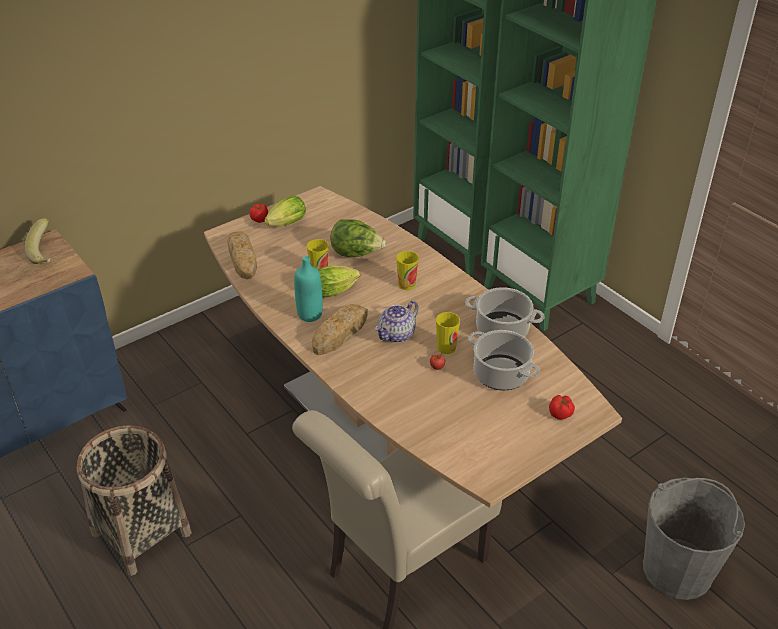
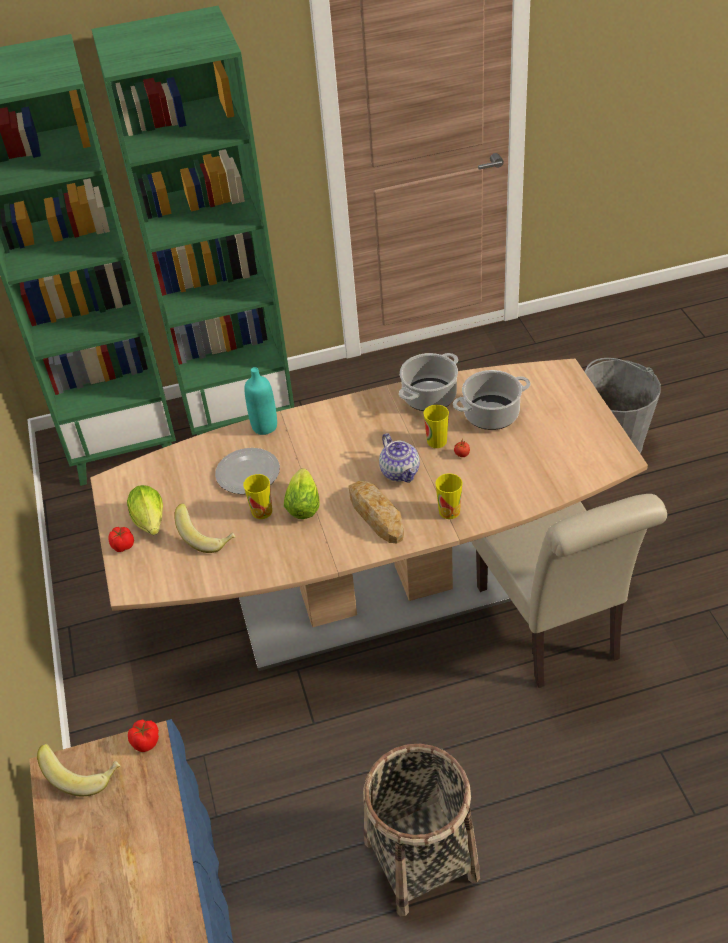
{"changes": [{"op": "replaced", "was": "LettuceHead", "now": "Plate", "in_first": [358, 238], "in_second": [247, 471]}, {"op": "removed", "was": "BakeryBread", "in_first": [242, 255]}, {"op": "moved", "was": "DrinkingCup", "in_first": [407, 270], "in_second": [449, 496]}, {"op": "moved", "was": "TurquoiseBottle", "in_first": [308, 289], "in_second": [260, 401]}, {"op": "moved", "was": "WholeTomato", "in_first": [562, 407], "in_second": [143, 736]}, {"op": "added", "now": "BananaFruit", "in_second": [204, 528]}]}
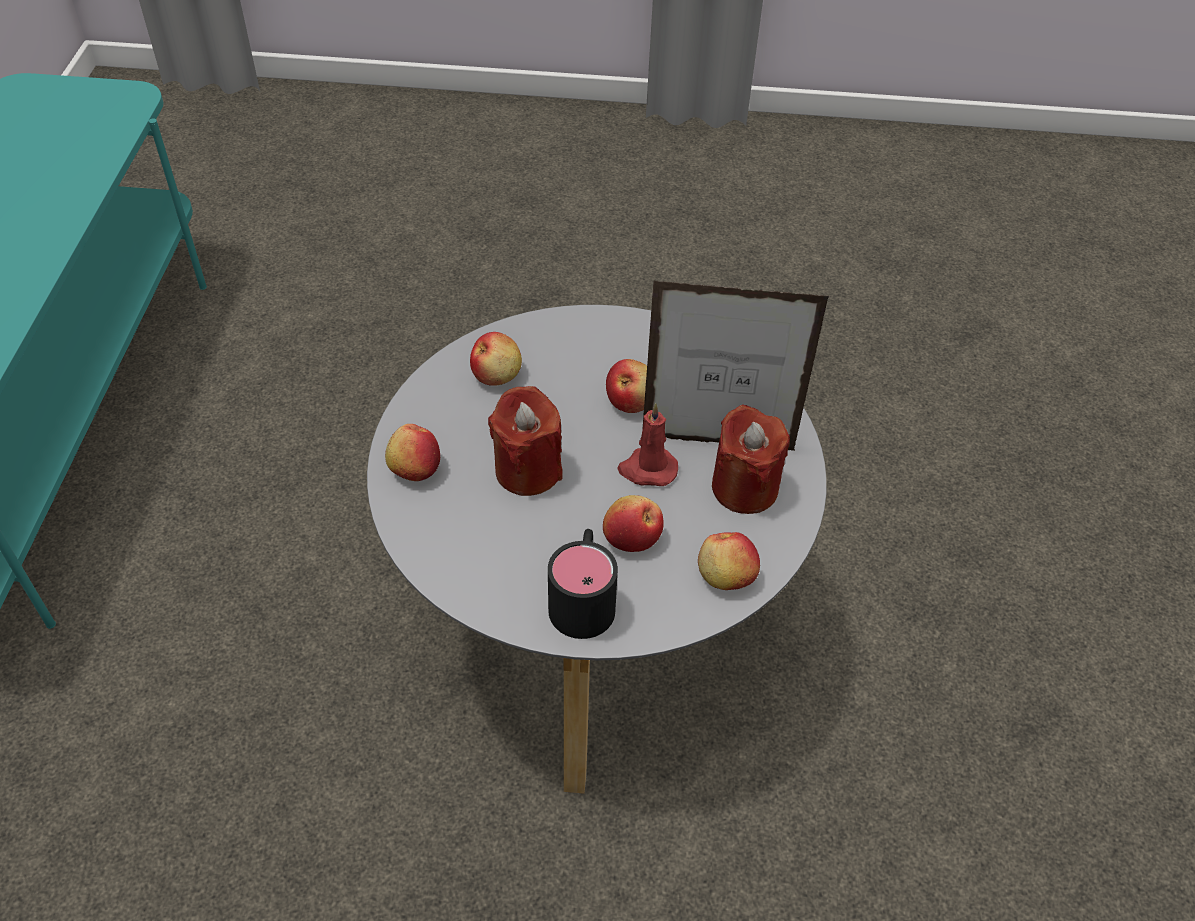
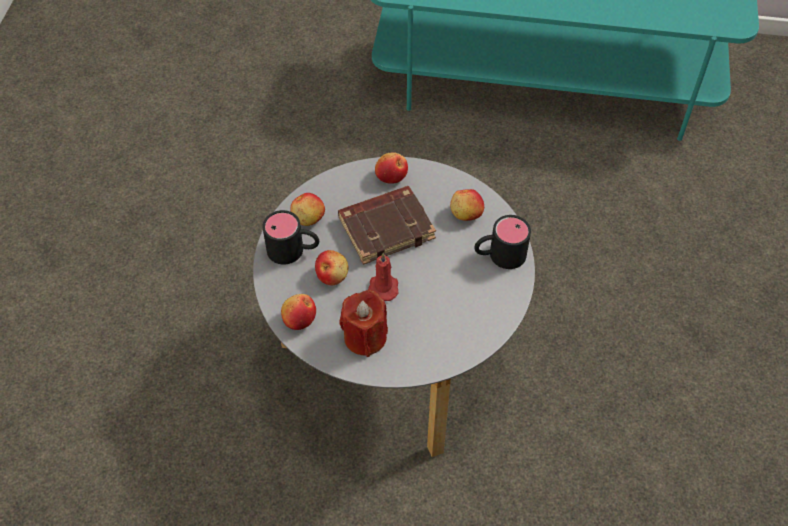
{"changes": [{"op": "removed", "was": "PictureFrame", "in_first": [735, 366]}, {"op": "moved", "was": "AppleFruit", "in_first": [626, 386], "in_second": [307, 209]}, {"op": "replaced", "was": "RedColouredWaxLight", "now": "BrownishVolume", "in_first": [525, 441], "in_second": [387, 225]}, {"op": "added", "now": "BlackishTeaMug", "in_second": [502, 242]}]}
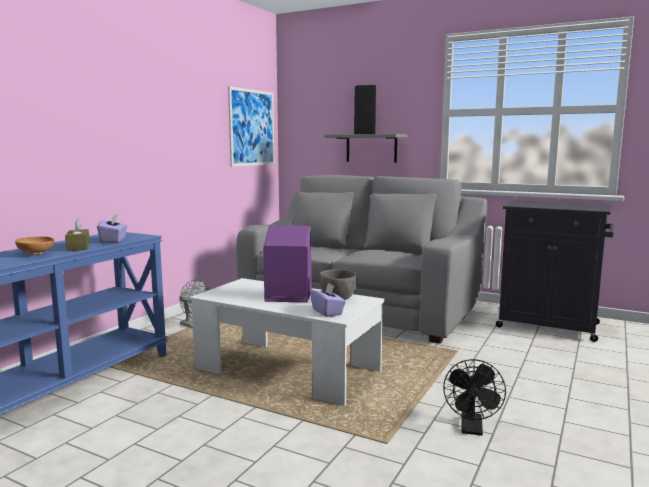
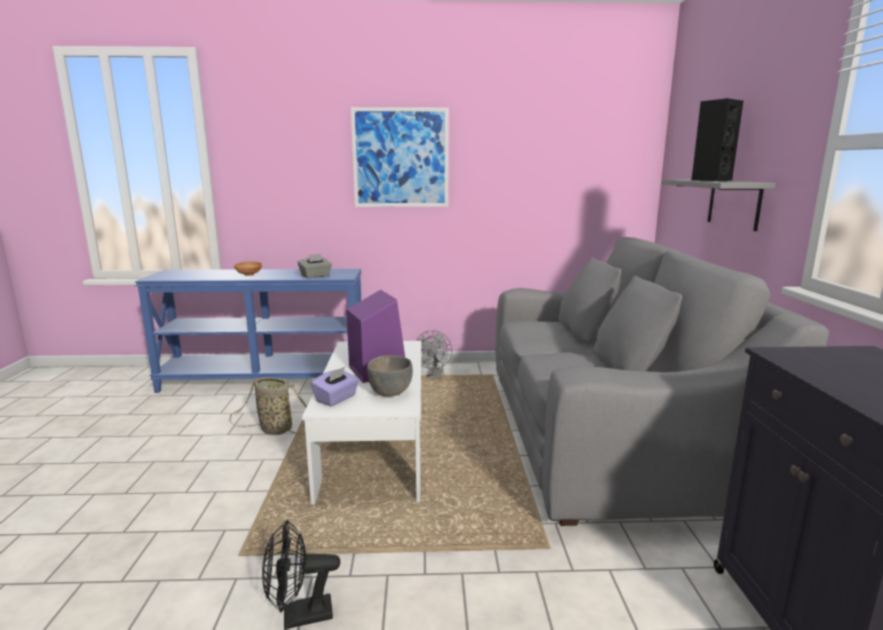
{"changes": [{"op": "moved", "was": "Picture", "in_first": [251, 126], "in_second": [400, 157]}, {"op": "recoloured", "was": "PurpleColouredTissueHolder", "now": "GrayTissueHolder", "in_first": [112, 228], "in_second": [315, 265]}, {"op": "removed", "was": "BrownishTissueHolder", "in_first": [77, 234]}, {"op": "added", "now": "HouseholdBasket", "in_second": [268, 406]}]}
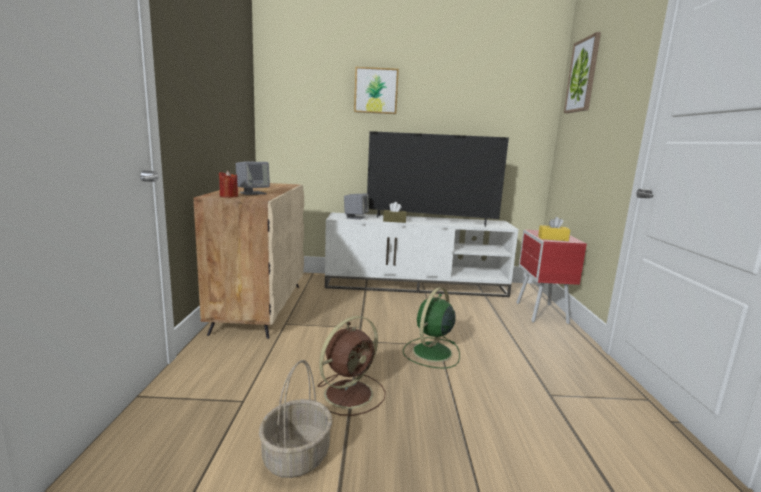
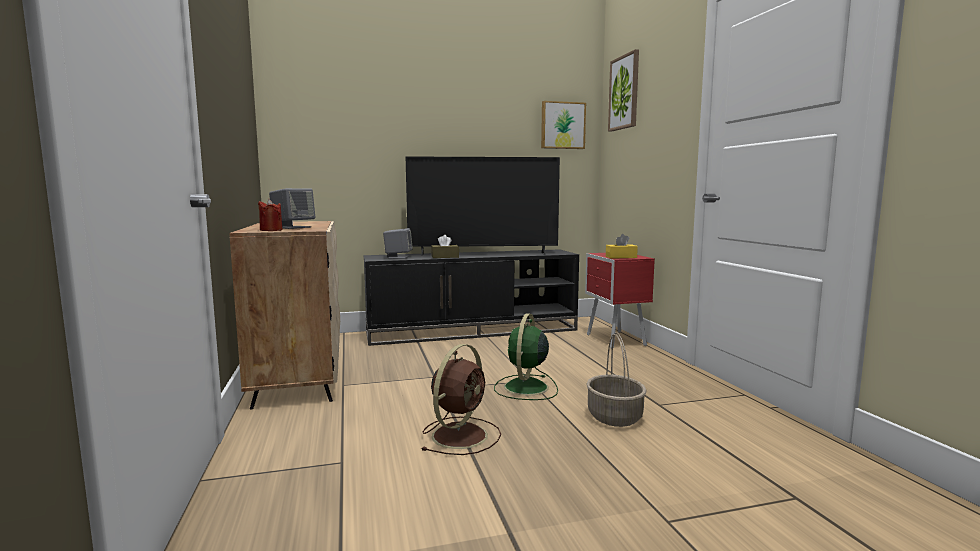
{"changes": [{"op": "moved", "was": "Picture", "in_first": [376, 90], "in_second": [563, 125]}, {"op": "recoloured", "was": "WhitishTvUnit", "now": "BlackishTvUnit", "in_first": [422, 254], "in_second": [471, 297]}, {"op": "moved", "was": "HouseholdBasket", "in_first": [295, 419], "in_second": [616, 379]}]}
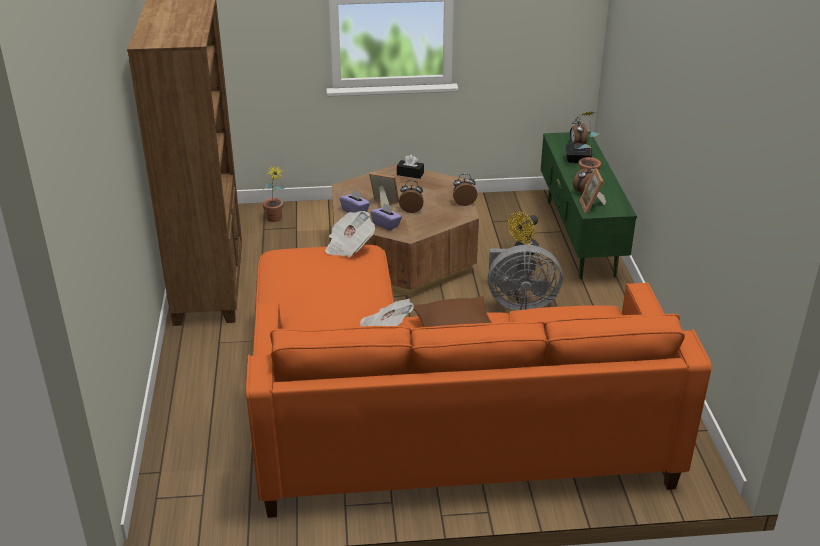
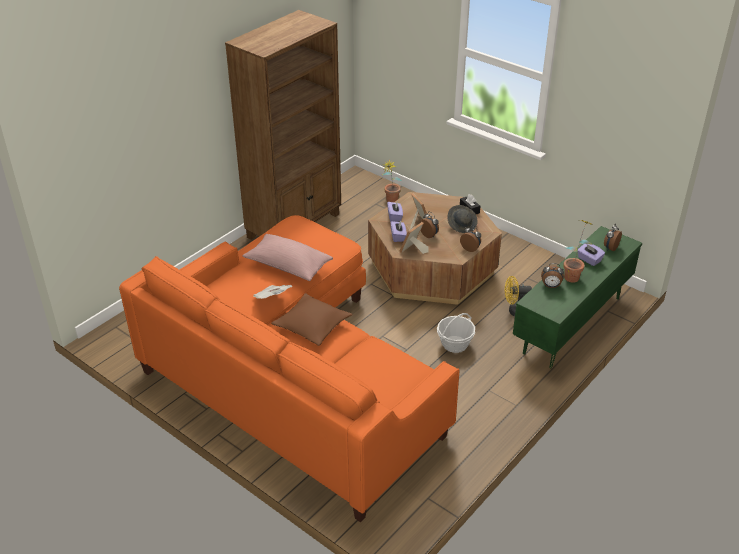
{"changes": [{"op": "recoloured", "was": "BlackishTissueHolder", "now": "PurpleColouredTissueHolder", "in_first": [578, 153], "in_second": [591, 255]}, {"op": "moved", "was": "PictureFrame", "in_first": [592, 191], "in_second": [414, 238]}, {"op": "removed", "was": "PrintedPaper", "in_first": [350, 234]}, {"op": "replaced", "was": "GrayCoolingFan", "now": "HouseholdBasket", "in_first": [525, 278], "in_second": [456, 333]}, {"op": "added", "now": "GrayHat", "in_second": [462, 219]}, {"op": "added", "now": "PinkThrowPillow", "in_second": [287, 257]}]}
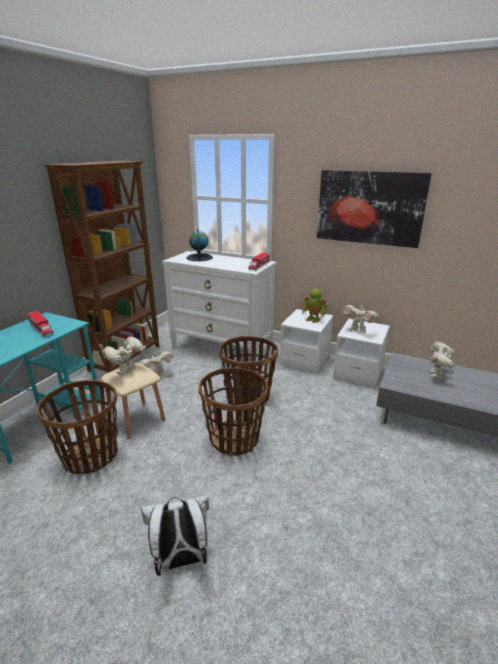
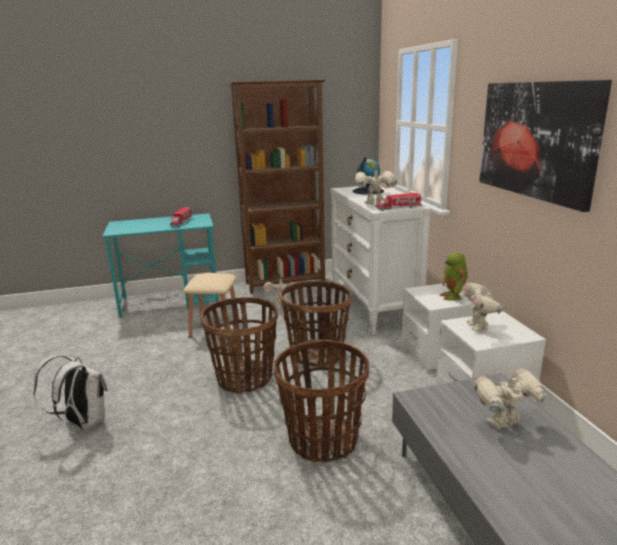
{"changes": [{"op": "moved", "was": "ModelRobot", "in_first": [124, 356], "in_second": [376, 186]}, {"op": "moved", "was": "HouseholdBasket", "in_first": [77, 427], "in_second": [321, 401]}]}
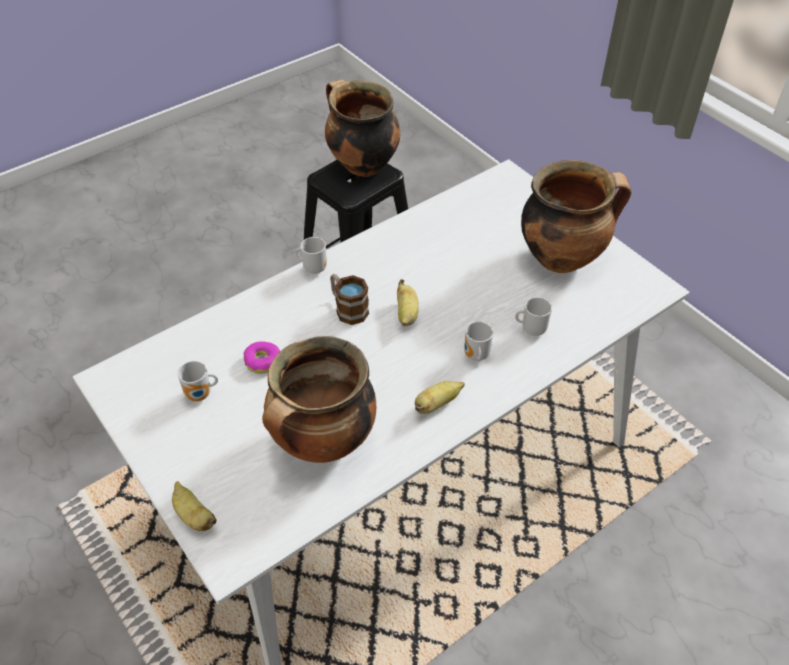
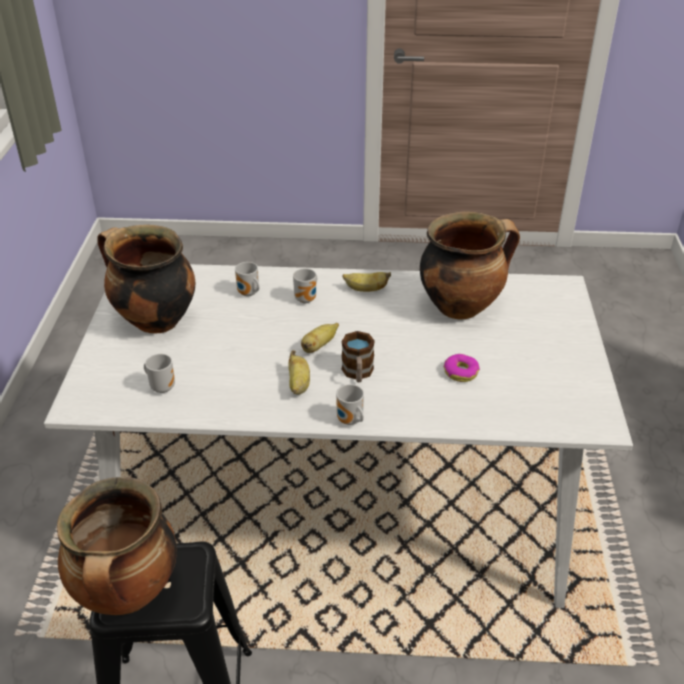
{"changes": [{"op": "moved", "was": "TeaMug", "in_first": [198, 381], "in_second": [159, 373]}, {"op": "moved", "was": "BananaFruit", "in_first": [194, 506], "in_second": [299, 372]}]}
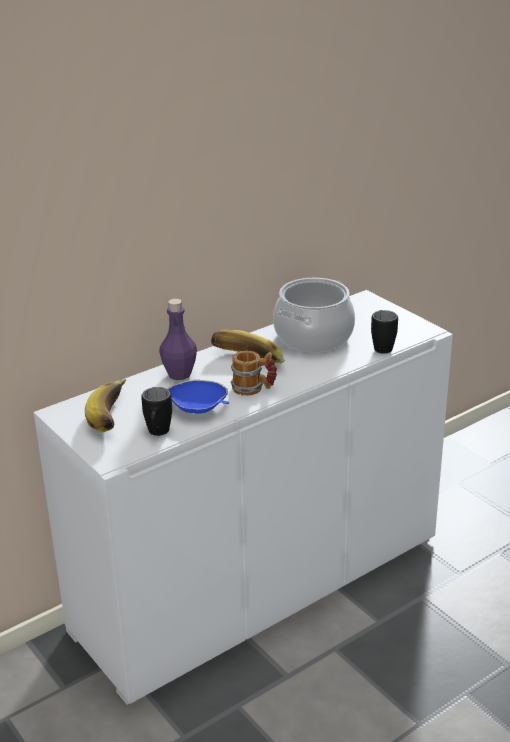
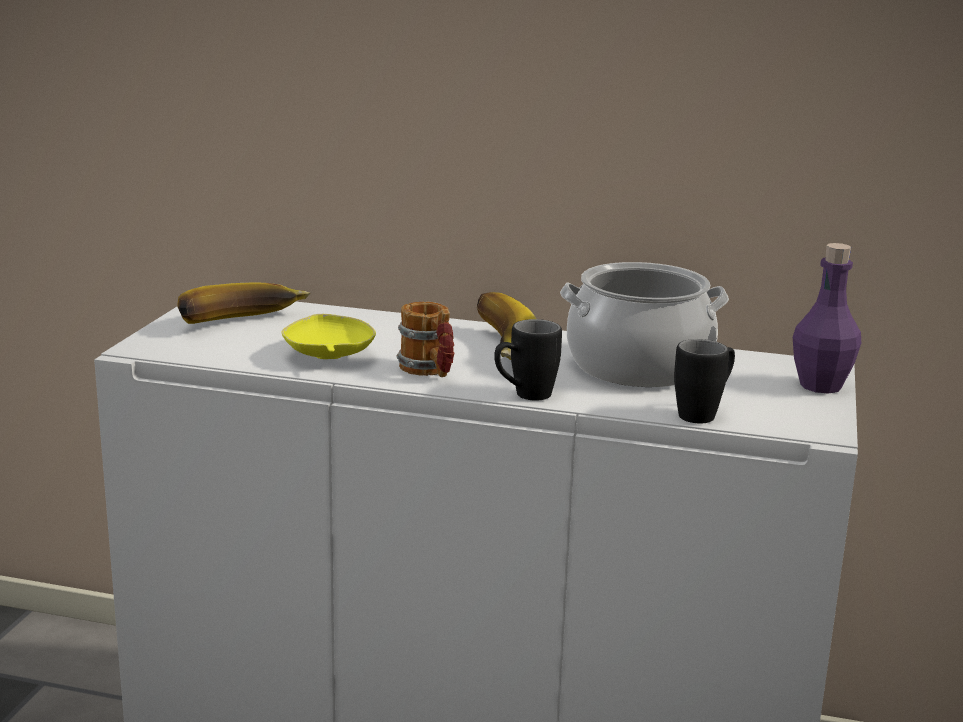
{"changes": [{"op": "moved", "was": "PurpleColouredBottle", "in_first": [178, 339], "in_second": [827, 318]}, {"op": "recoloured", "was": "BluishBowl", "now": "YellowColouredBowl", "in_first": [198, 397], "in_second": [328, 336]}, {"op": "moved", "was": "BlackishTeaMug", "in_first": [156, 411], "in_second": [528, 360]}]}
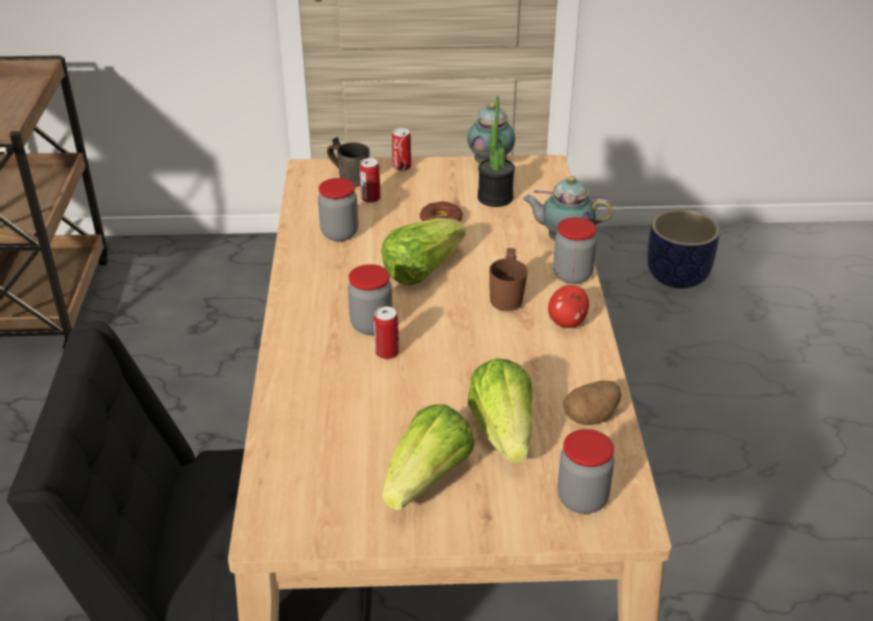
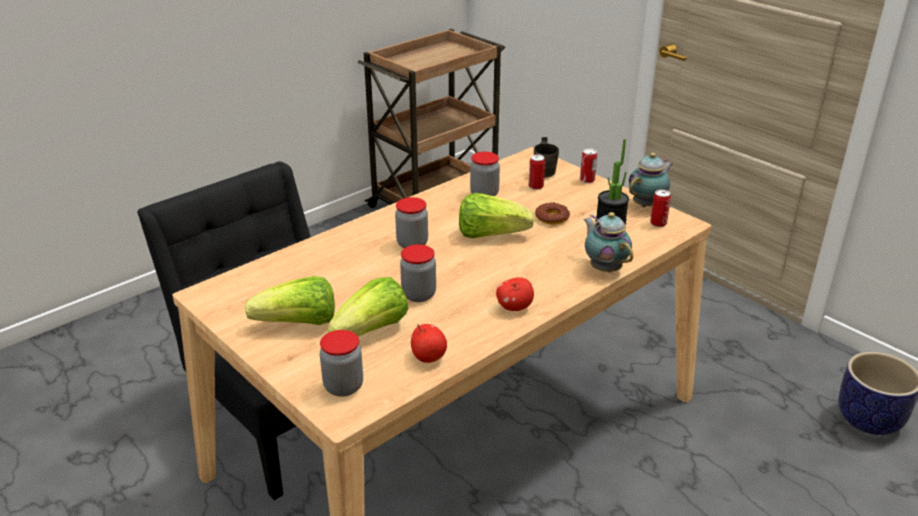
{"changes": [{"op": "moved", "was": "StorageJar", "in_first": [575, 250], "in_second": [418, 273]}, {"op": "removed", "was": "BrownishTeaMug", "in_first": [508, 279]}, {"op": "moved", "was": "SealedCan", "in_first": [386, 333], "in_second": [660, 208]}, {"op": "replaced", "was": "WholePotato", "now": "AppleFruit", "in_first": [592, 402], "in_second": [429, 343]}]}
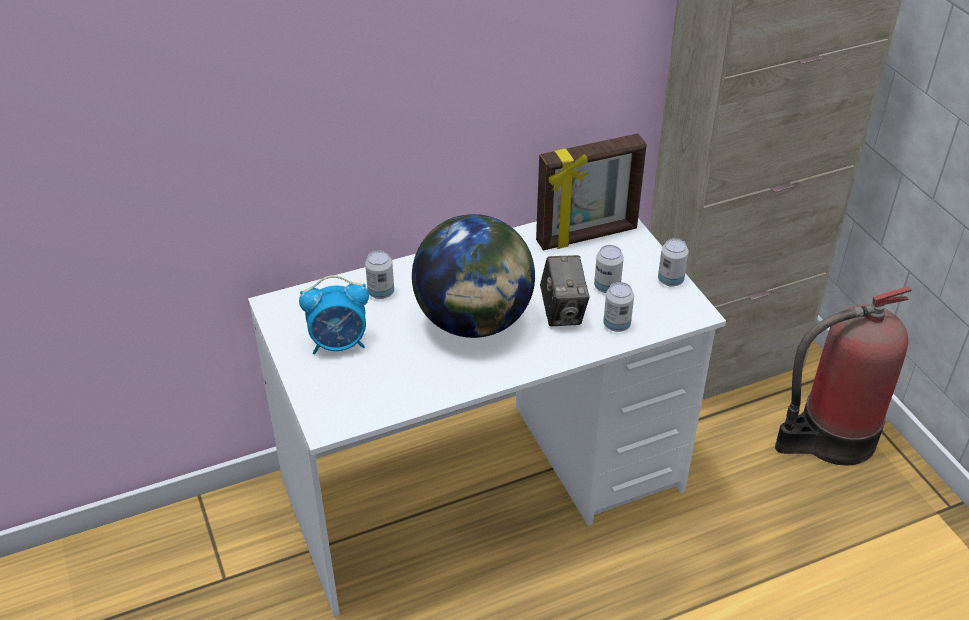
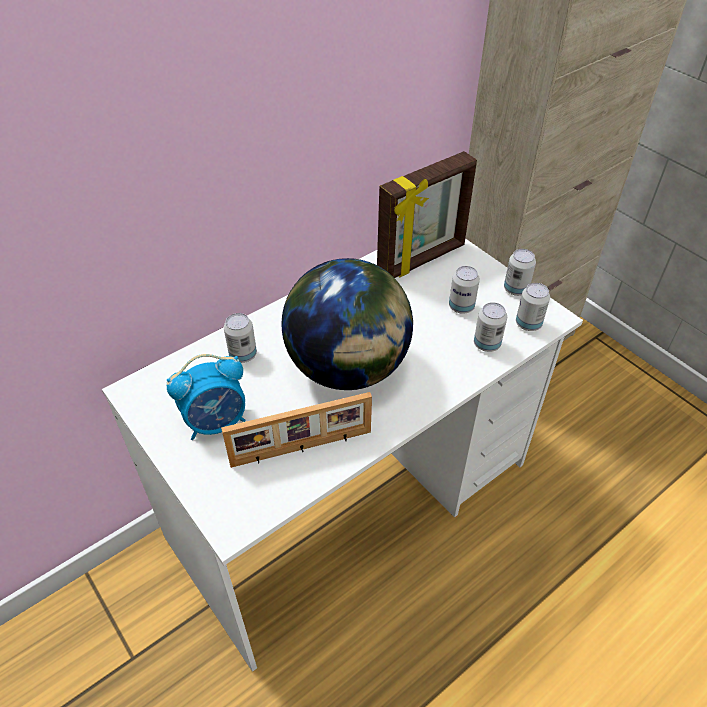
{"changes": [{"op": "removed", "was": "PhotoCamera", "in_first": [564, 290]}, {"op": "removed", "was": "Extinguisher", "in_first": [843, 376]}, {"op": "added", "now": "SealedCan", "in_second": [533, 307]}, {"op": "added", "now": "PictureFrame", "in_second": [296, 430]}]}
